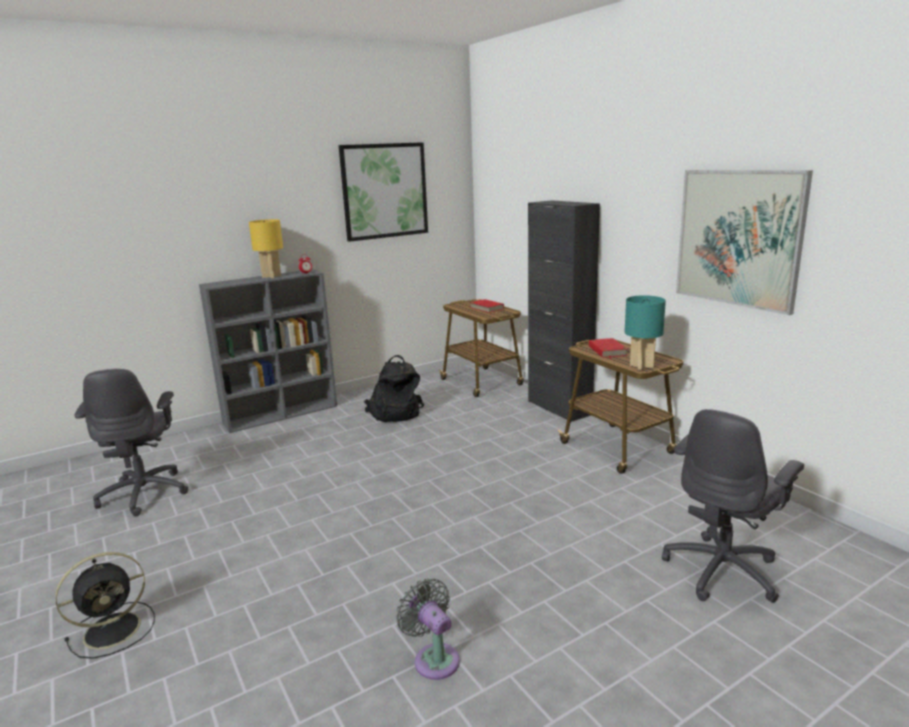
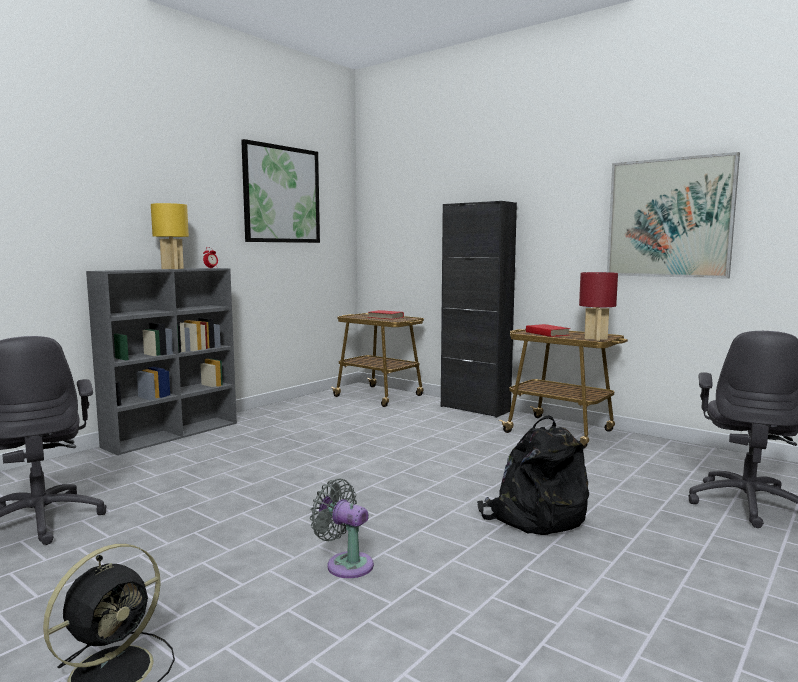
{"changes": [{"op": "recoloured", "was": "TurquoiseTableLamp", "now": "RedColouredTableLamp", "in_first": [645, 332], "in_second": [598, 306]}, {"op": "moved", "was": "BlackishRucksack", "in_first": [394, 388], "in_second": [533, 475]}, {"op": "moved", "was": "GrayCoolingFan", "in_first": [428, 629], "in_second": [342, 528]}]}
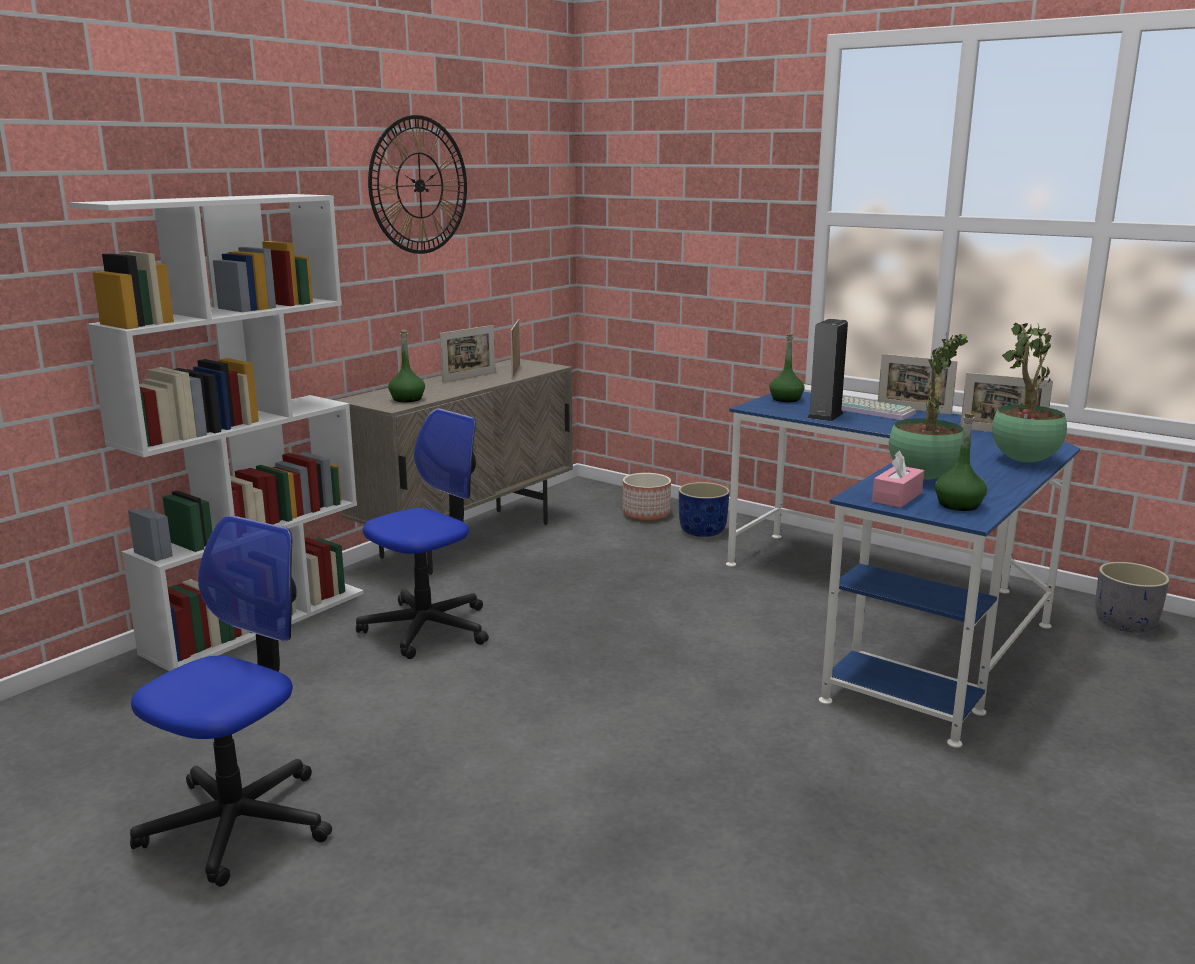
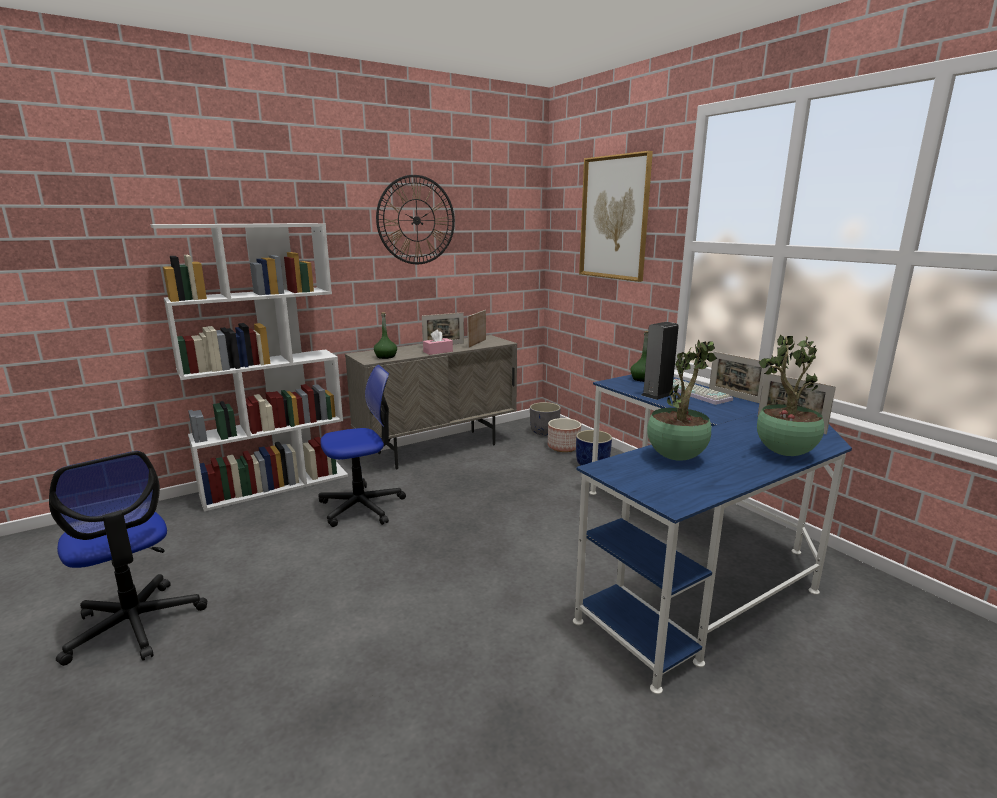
{"changes": [{"op": "removed", "was": "GreenishBottle", "in_first": [961, 462]}, {"op": "moved", "was": "PinkTissueHolder", "in_first": [898, 479], "in_second": [438, 342]}, {"op": "turned", "was": "ComputerChair", "in_first": [231, 701], "in_second": [128, 558], "clockwise": 90}, {"op": "moved", "was": "GrayPlantPot", "in_first": [1132, 597], "in_second": [545, 419]}, {"op": "added", "now": "Picture", "in_second": [616, 216]}]}
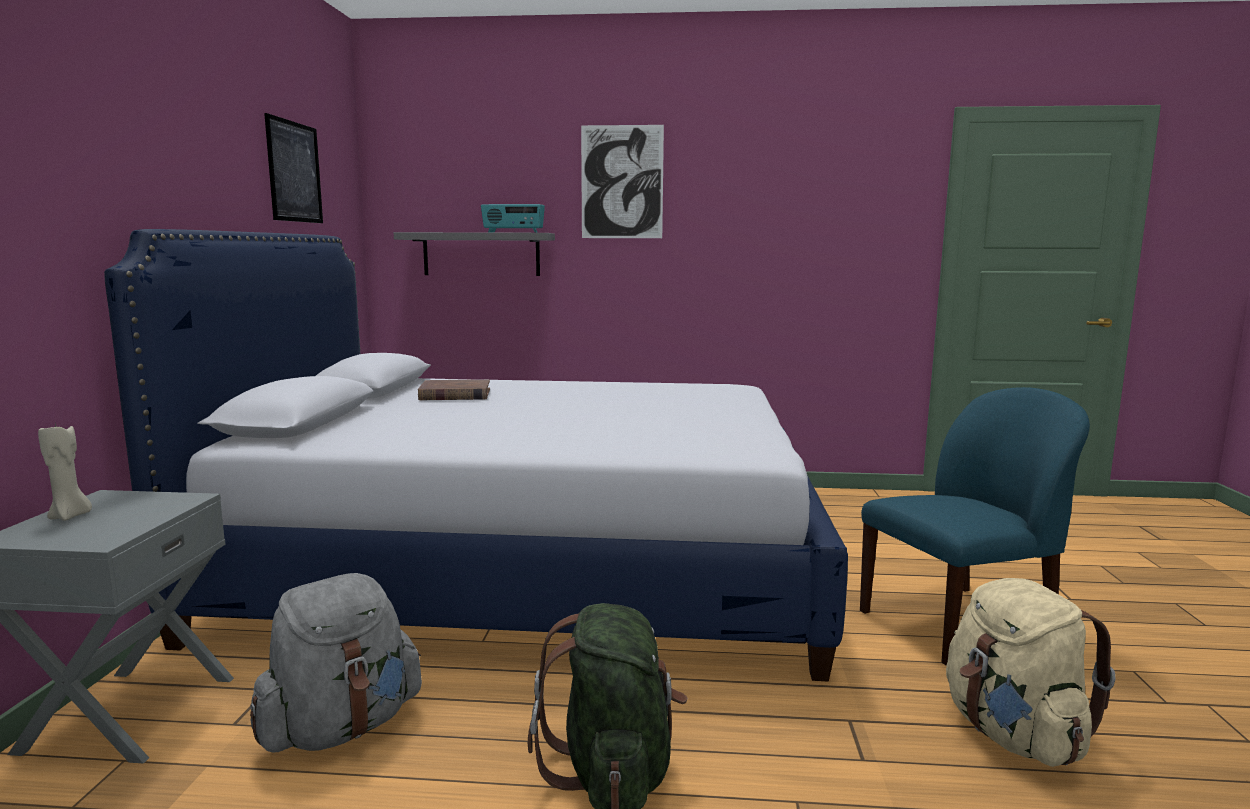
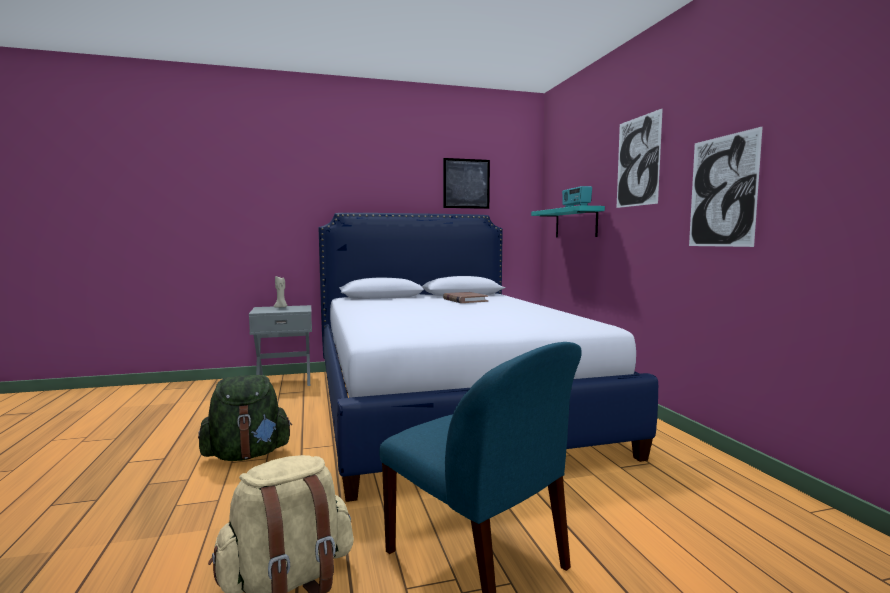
{"changes": [{"op": "recoloured", "was": "GrayShelf", "now": "TurquoiseShelf", "in_first": [474, 254], "in_second": [568, 221]}, {"op": "removed", "was": "GrayRucksack", "in_first": [336, 662]}, {"op": "added", "now": "Picture", "in_second": [726, 186]}]}
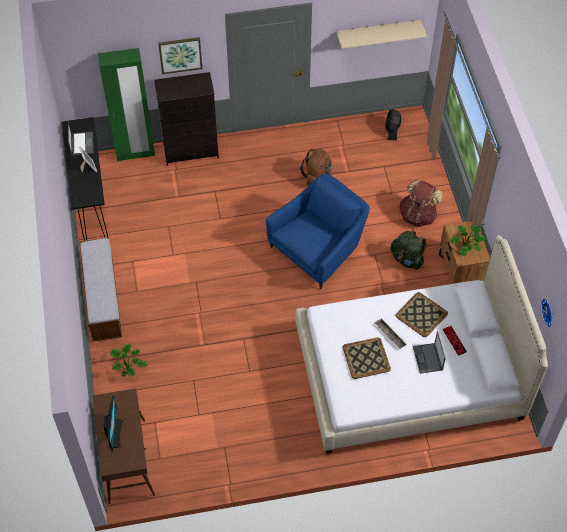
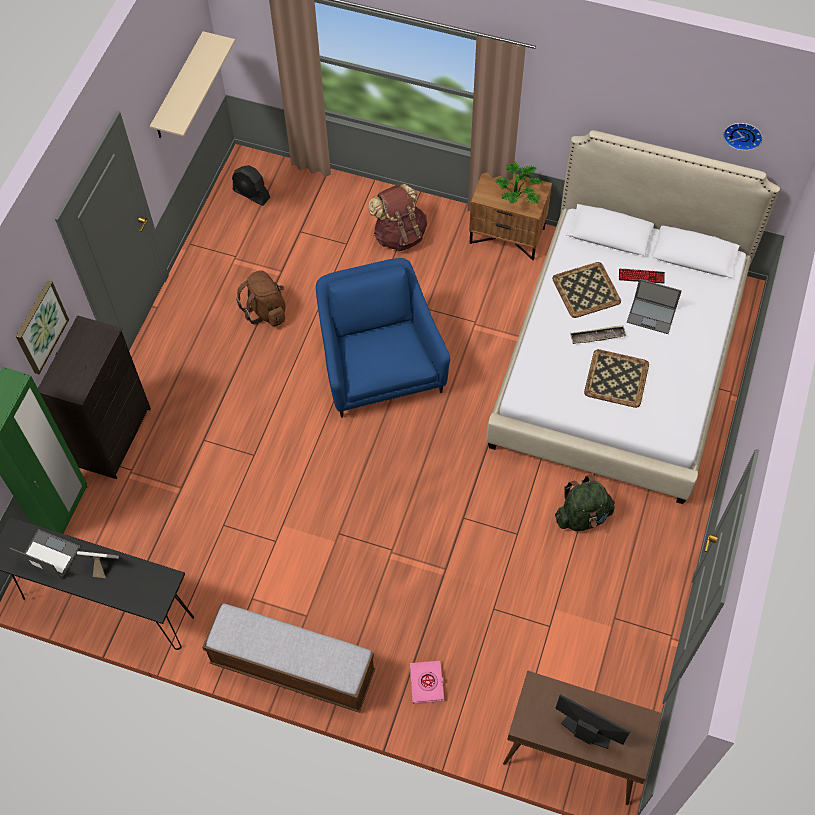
{"changes": [{"op": "moved", "was": "GreenishRucksack", "in_first": [408, 250], "in_second": [585, 503]}, {"op": "replaced", "was": "PottedPlant", "now": "PinkVolume", "in_first": [128, 360], "in_second": [426, 682]}]}
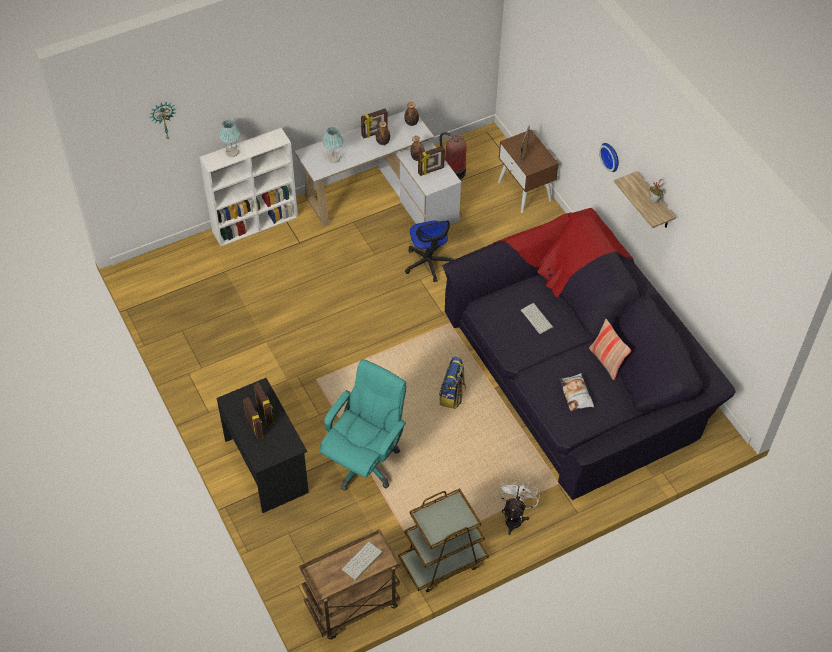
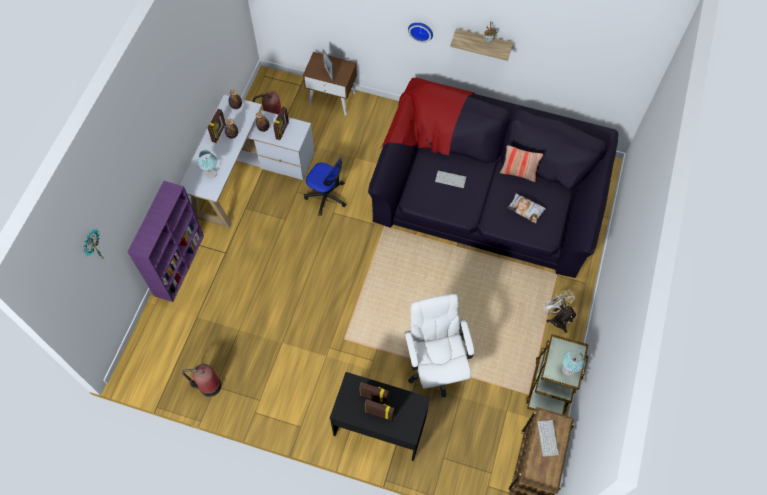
{"changes": [{"op": "moved", "was": "TableLamp", "in_first": [230, 138], "in_second": [573, 363]}, {"op": "recoloured", "was": "WhitishBookcase", "now": "PurpleColouredBookcase", "in_first": [249, 187], "in_second": [166, 241]}, {"op": "removed", "was": "Rucksack", "in_first": [452, 383]}, {"op": "recoloured", "was": "TurquoiseComputerChair", "now": "WhitishComputerChair", "in_first": [363, 425], "in_second": [439, 345]}, {"op": "added", "now": "Extinguisher", "in_second": [201, 380]}]}
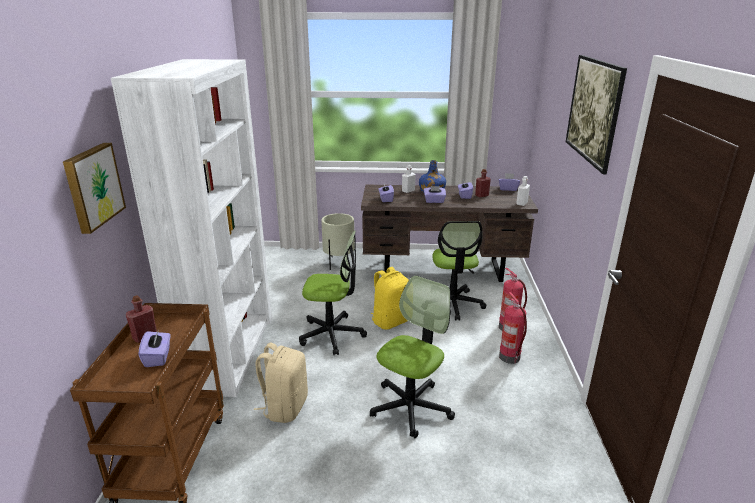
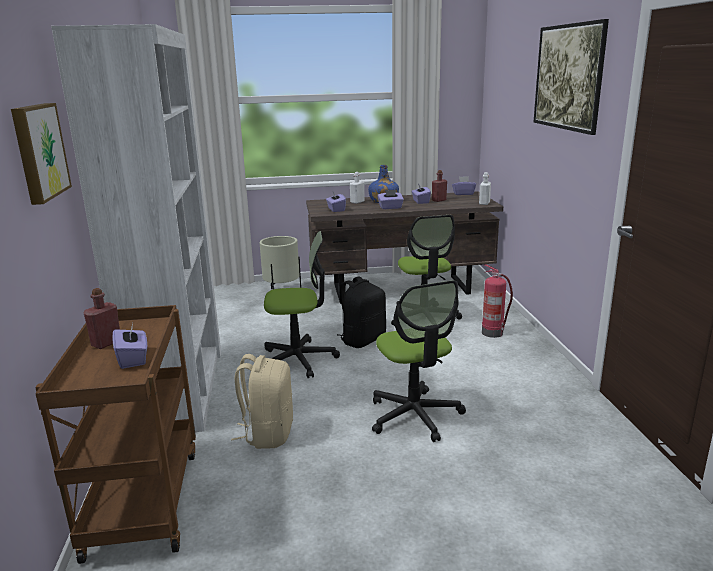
{"changes": [{"op": "recoloured", "was": "YellowColouredRucksack", "now": "BlackishRucksack", "in_first": [390, 298], "in_second": [361, 312]}, {"op": "turned", "was": "ComputerChair", "in_first": [412, 357], "in_second": [419, 361], "clockwise": 135}, {"op": "removed", "was": "Extinguisher", "in_first": [513, 328]}]}
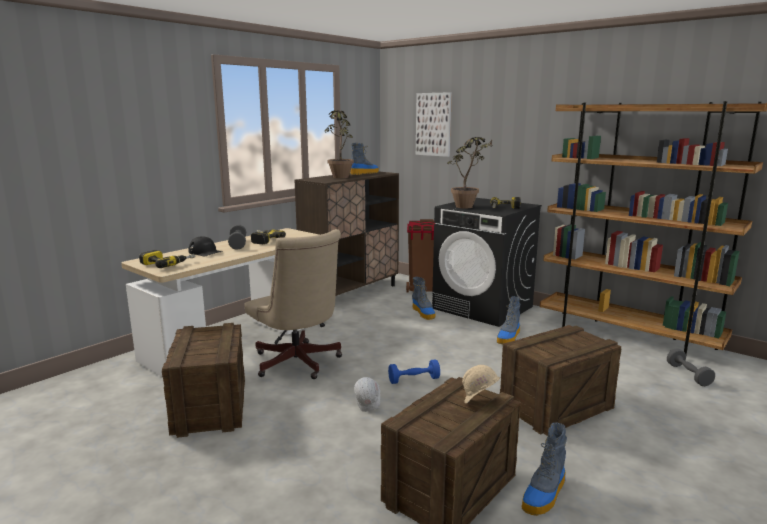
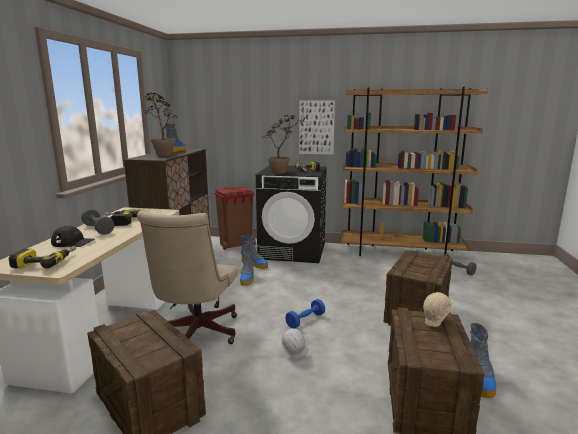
{"changes": [{"op": "moved", "was": "Picture", "in_first": [434, 124], "in_second": [317, 127]}, {"op": "turned", "was": "BeigeComputerChair", "in_first": [293, 304], "in_second": [187, 277], "clockwise": 75}, {"op": "moved", "was": "Boot", "in_first": [508, 320], "in_second": [247, 265]}]}
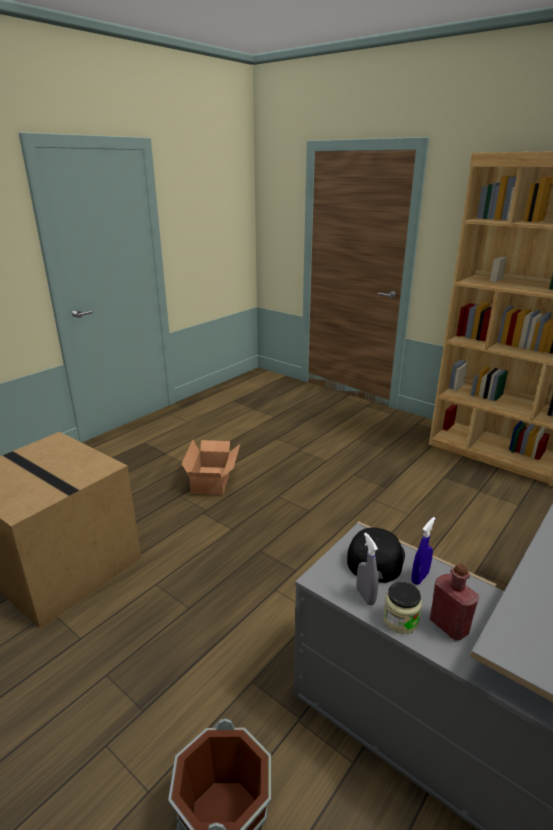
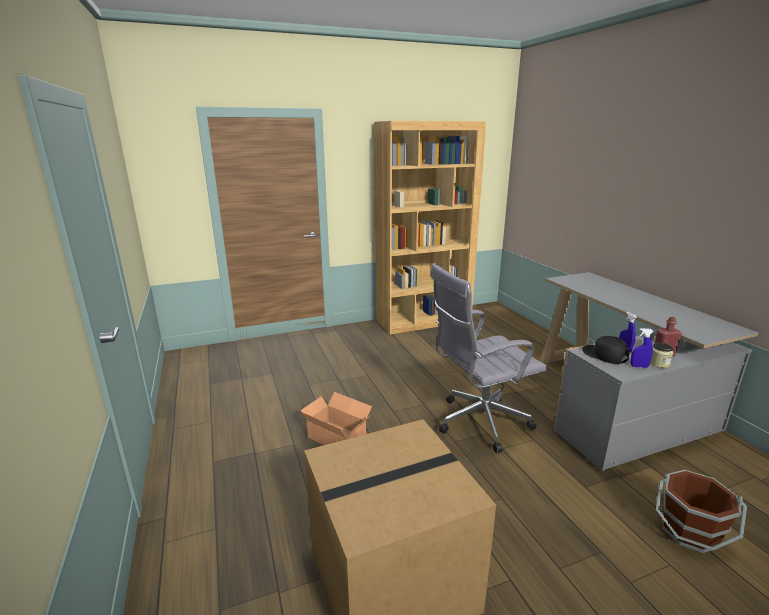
{"changes": [{"op": "recoloured", "was": "GraySprayer", "now": "BluishSprayer", "in_first": [367, 569], "in_second": [642, 348]}, {"op": "added", "now": "GrayComputerChair", "in_second": [488, 358]}]}
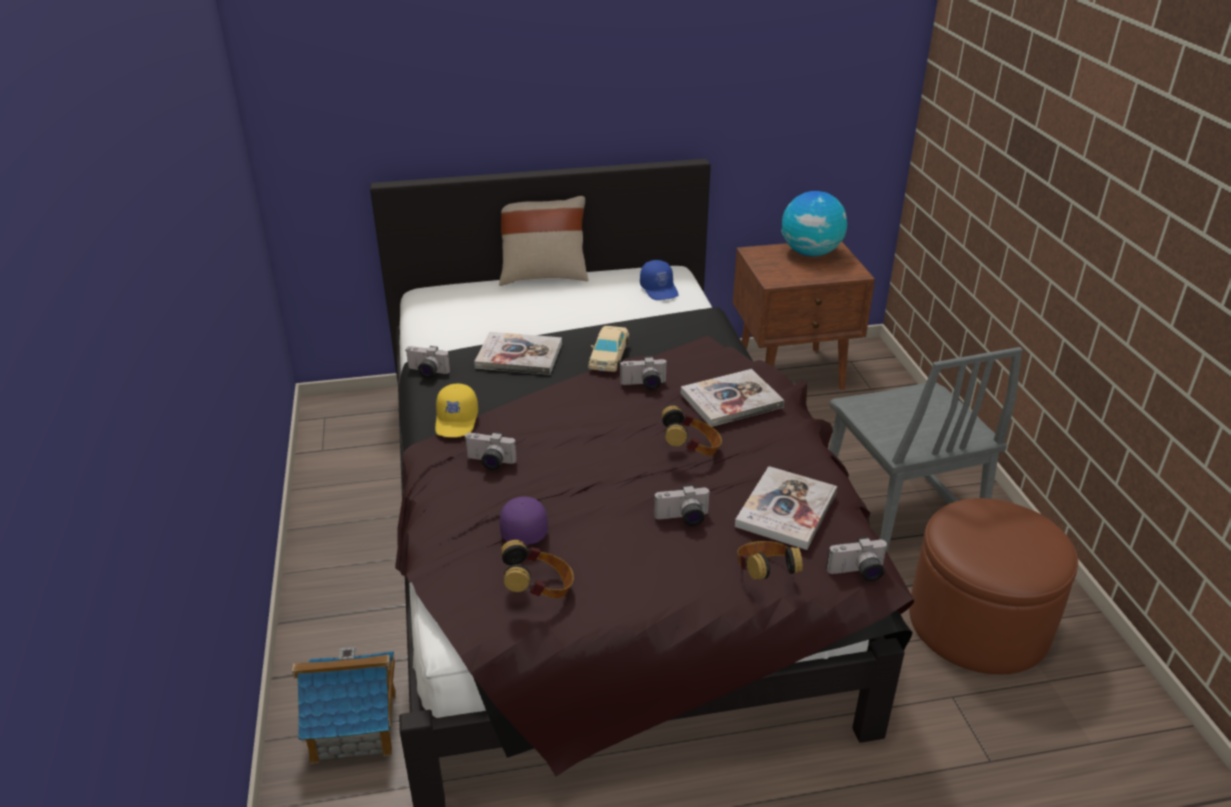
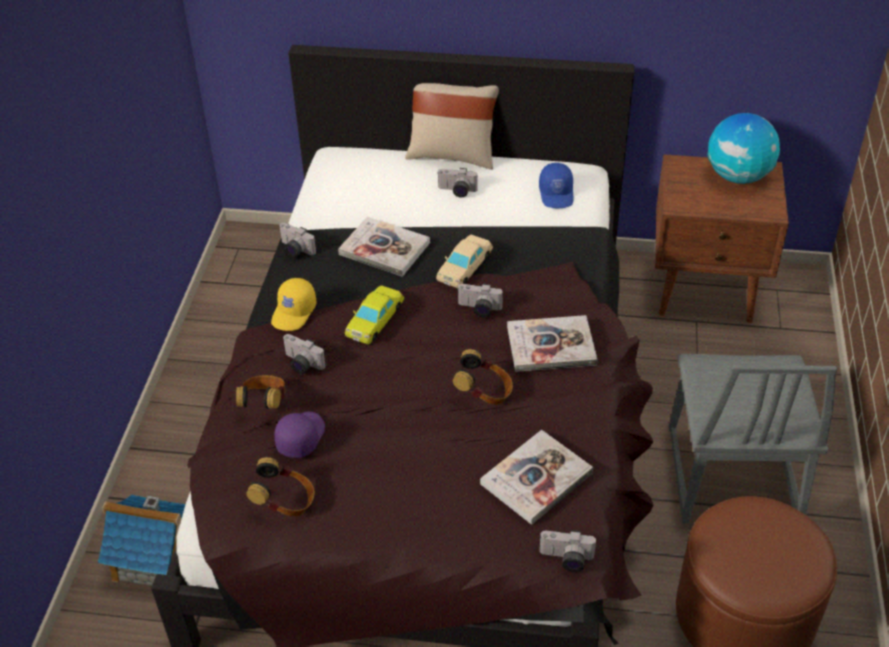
{"changes": [{"op": "moved", "was": "PhotoCamera", "in_first": [682, 505], "in_second": [458, 182]}, {"op": "moved", "was": "Headphones", "in_first": [770, 560], "in_second": [261, 392]}, {"op": "added", "now": "YellowColouredModelCar", "in_second": [374, 314]}]}
